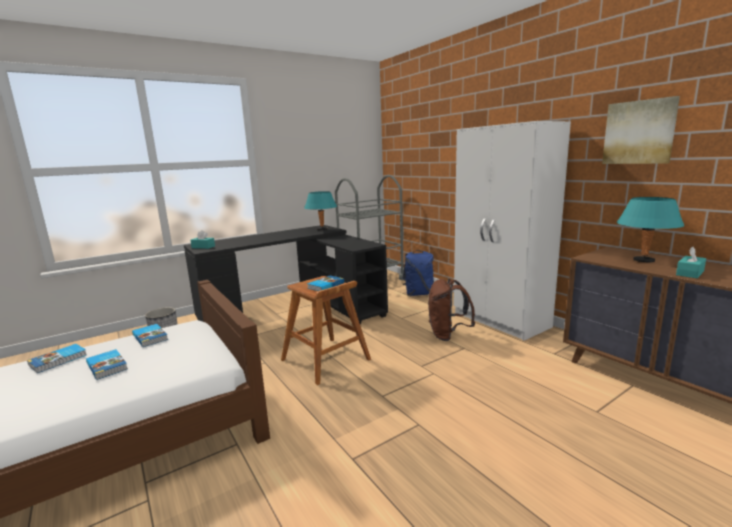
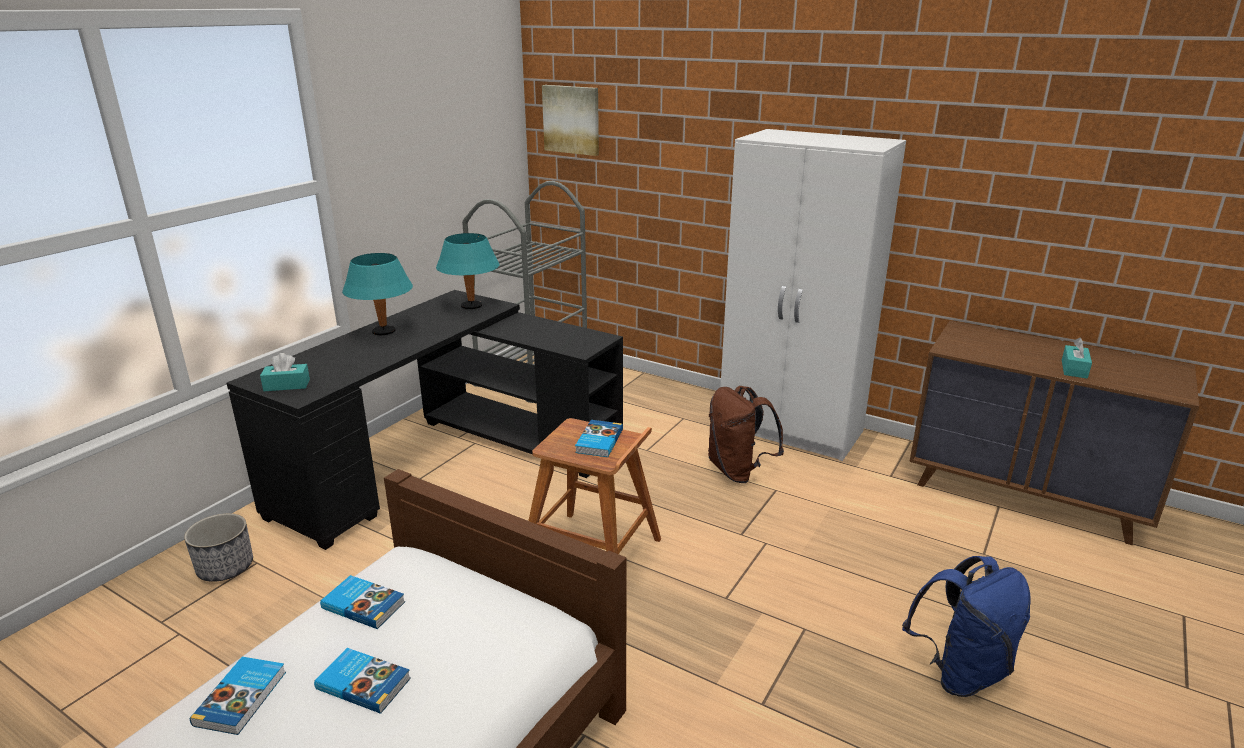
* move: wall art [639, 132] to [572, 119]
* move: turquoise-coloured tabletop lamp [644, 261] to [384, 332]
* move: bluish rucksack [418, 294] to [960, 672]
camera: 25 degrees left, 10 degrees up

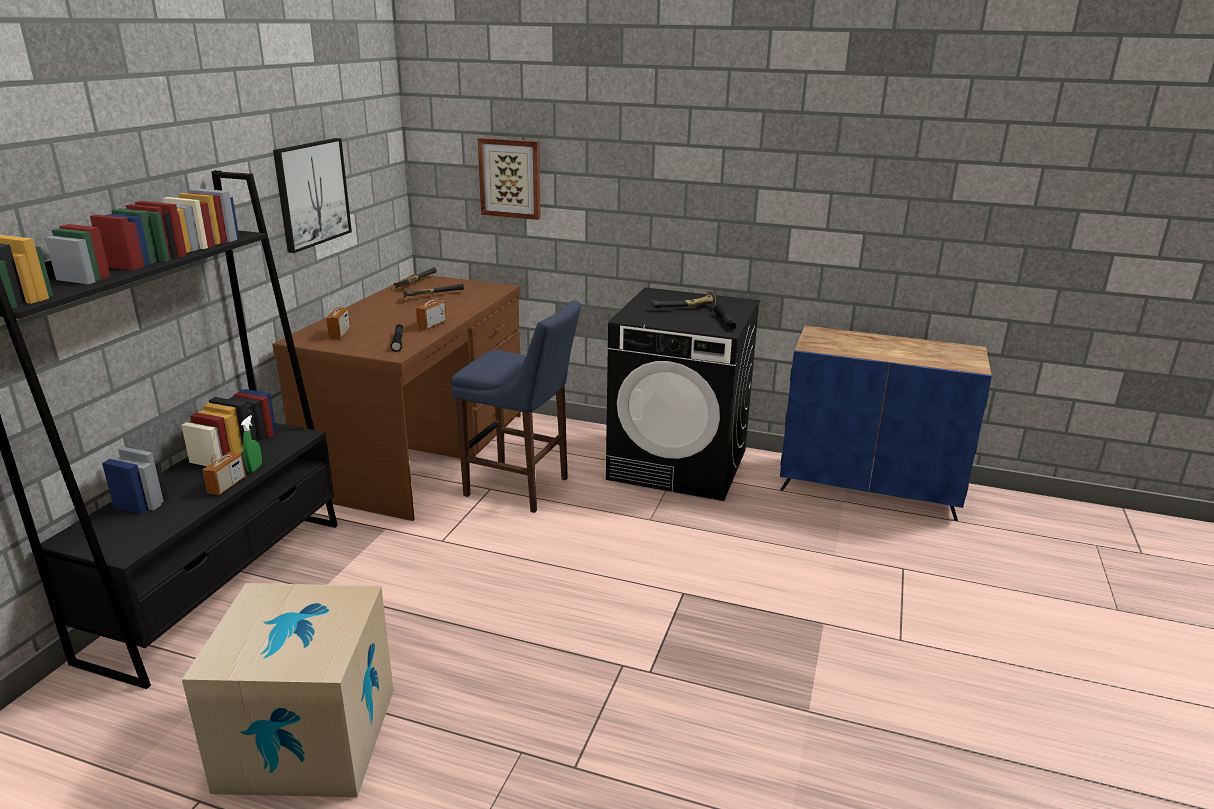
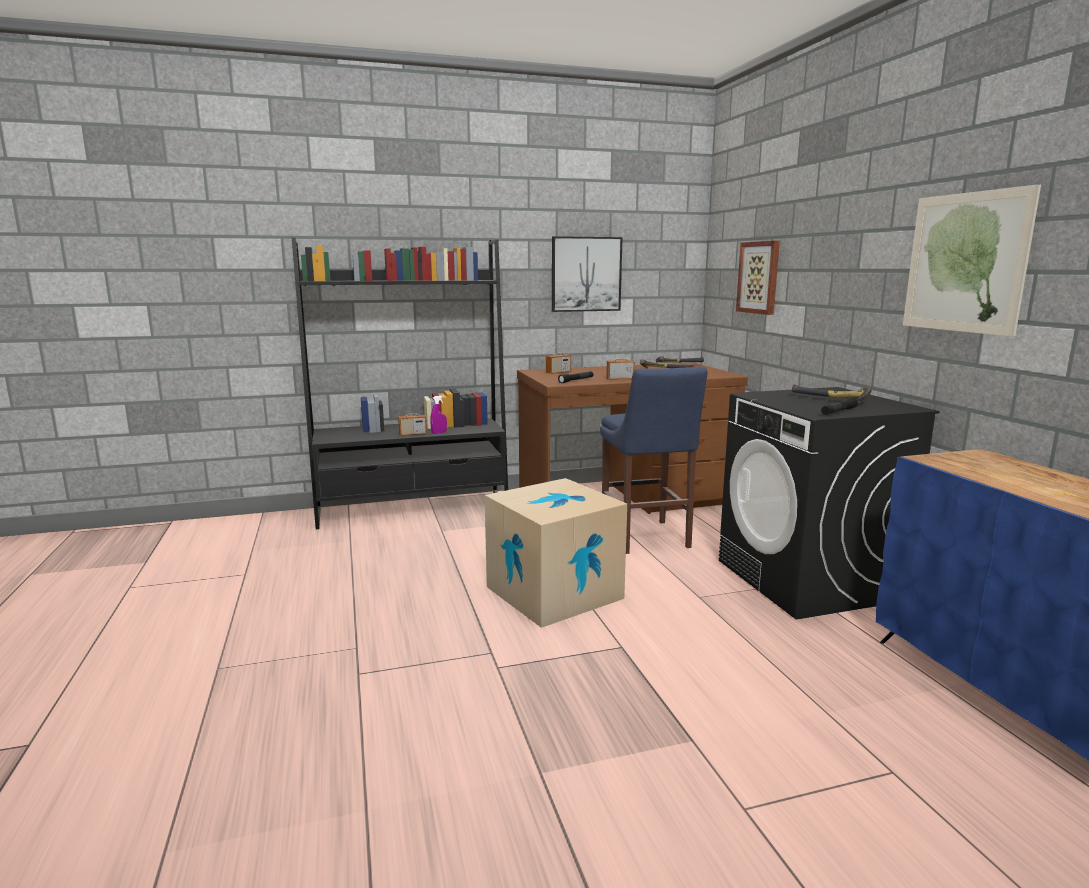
* recolor: green-coloured hand sprayer [254, 468] to purple-coloured hand sprayer [439, 433]
* move: cardboard box [308, 738] to [554, 592]
* insert: wall art [965, 263]
camera: 55 degrees right, 10 degrees down

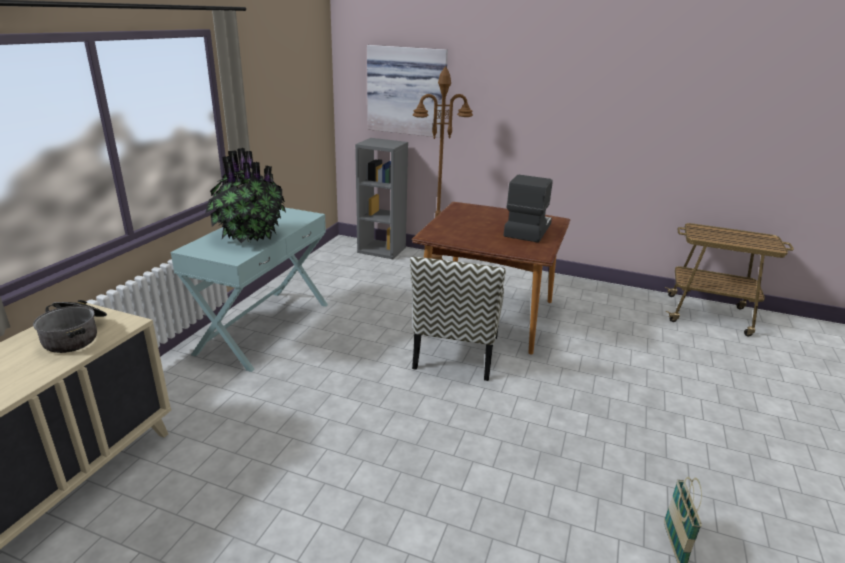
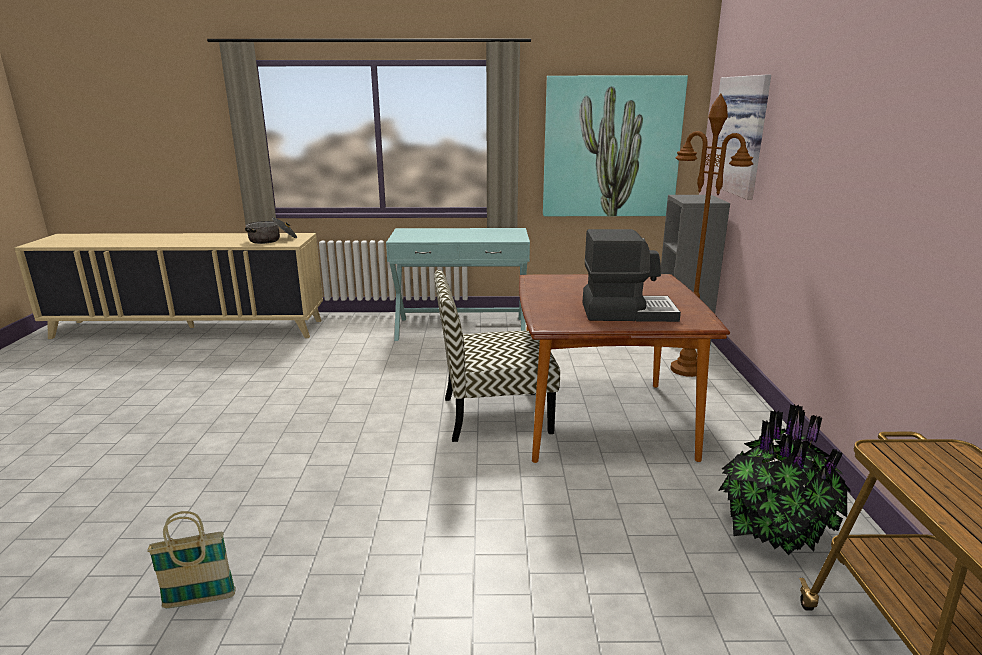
* move: plant in a pot [249, 237] to [773, 529]
* insert: wall art [611, 148]
camera: 70 degrees right, 5 degrees down

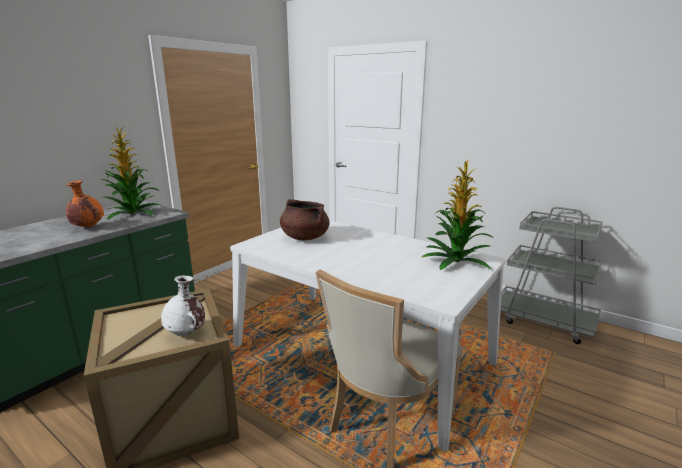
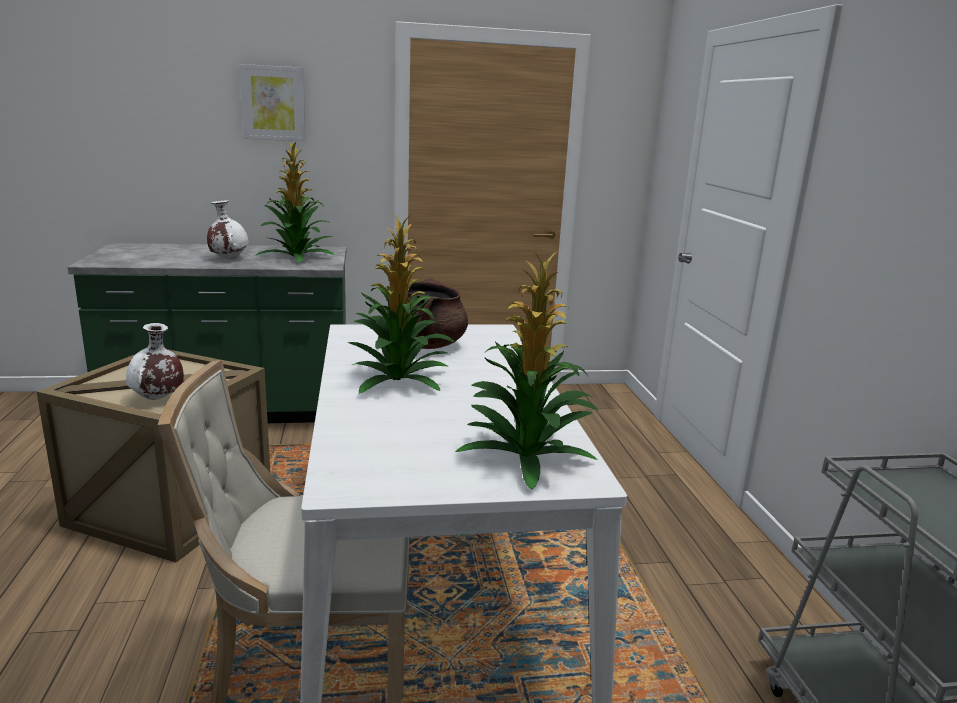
* recolor: orange-coloured flower vase [87, 227] to whitish flower vase [228, 259]
* insert: wall art [273, 103]
* insert: plant in a pot [399, 379]
camera: 45 degrees right, 0 degrees up

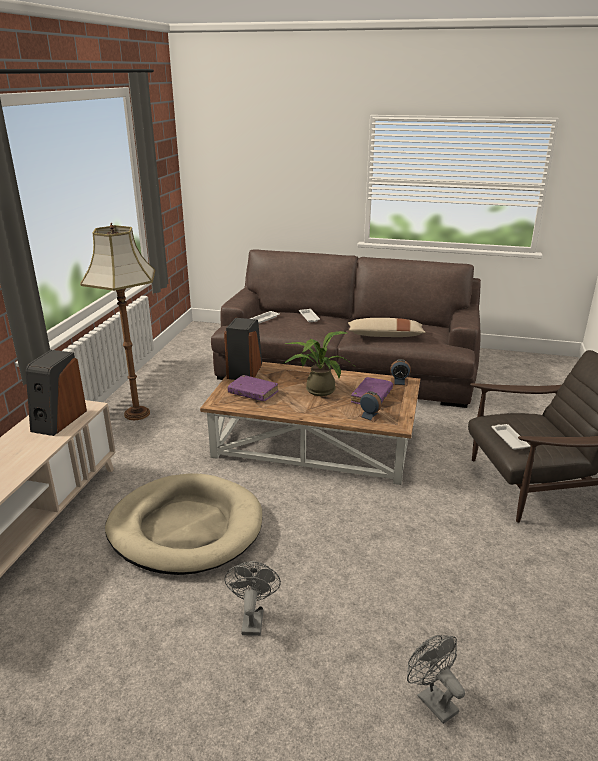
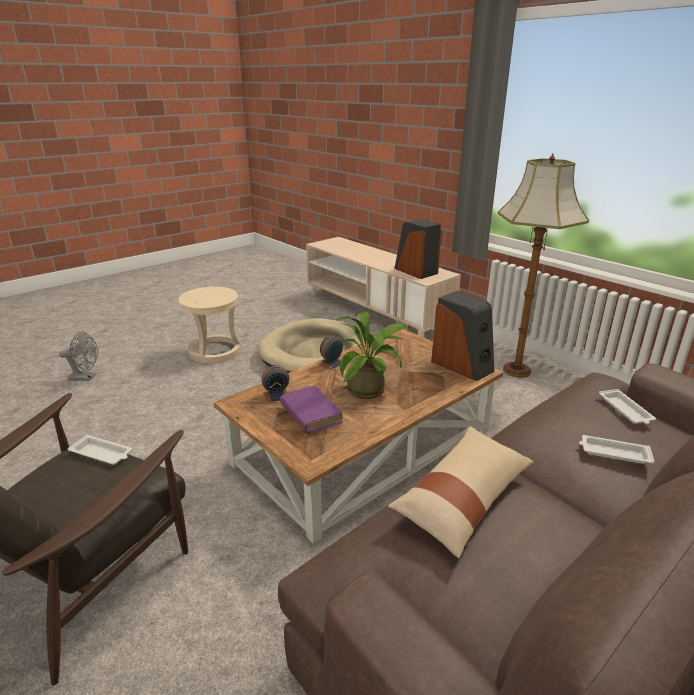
* move: bedside clock [399, 381] to [331, 363]
* delete: purple-coloured volume [253, 393]
* replace: greyish electric fan [252, 618] to sand-coloured stool [215, 351]
camera: 125 degrees right, 0 degrees up

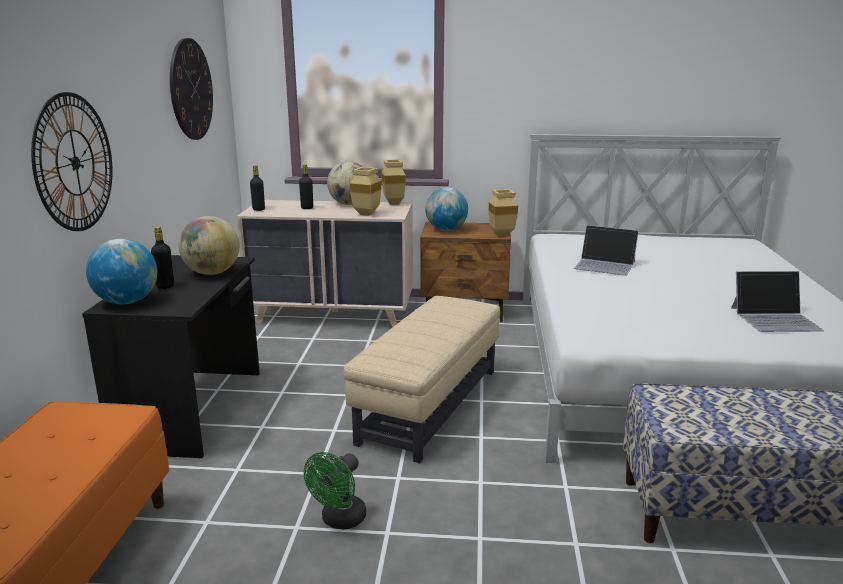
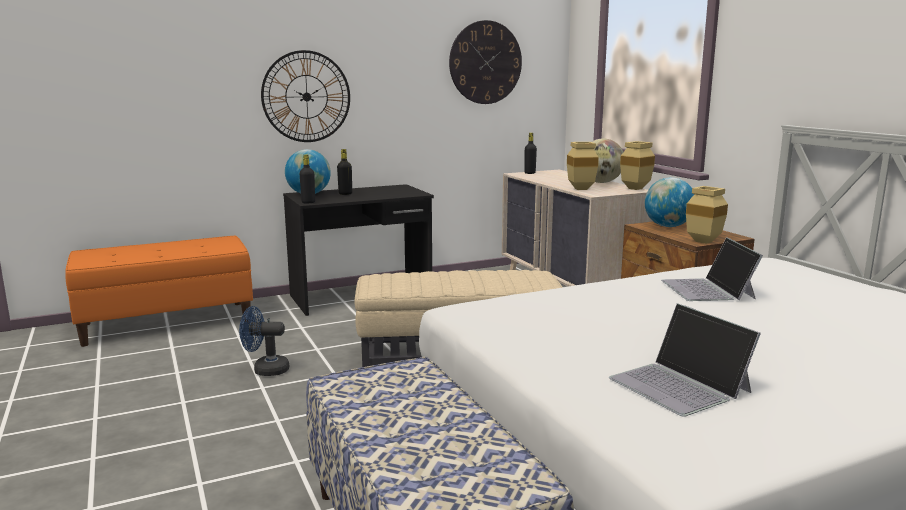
* move: blackish beverage bottle [307, 208] to [308, 202]
* delete: globe [212, 273]
* recolor: green-coloured electric fan [339, 521] to bluish electric fan [265, 370]
camera: 60 degrees right, 5 degrees down

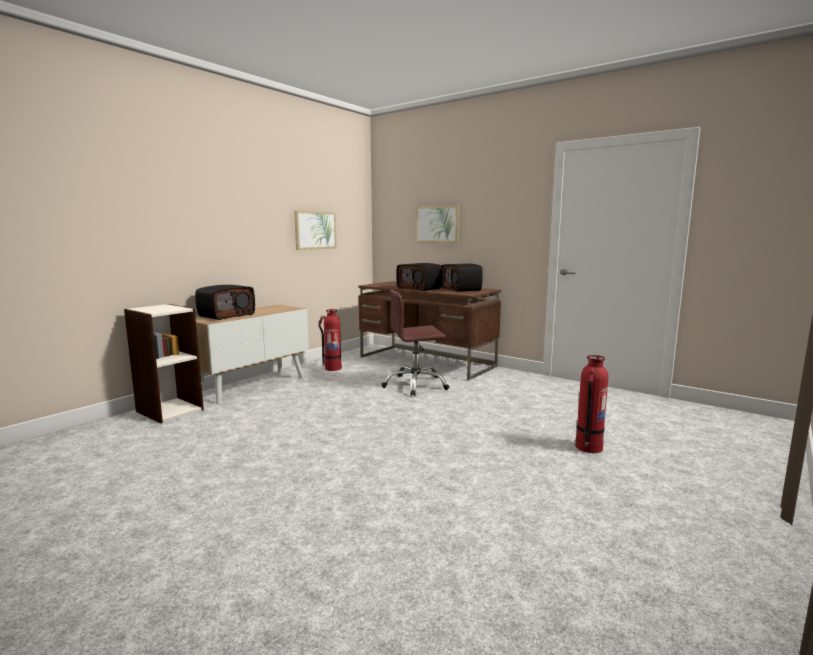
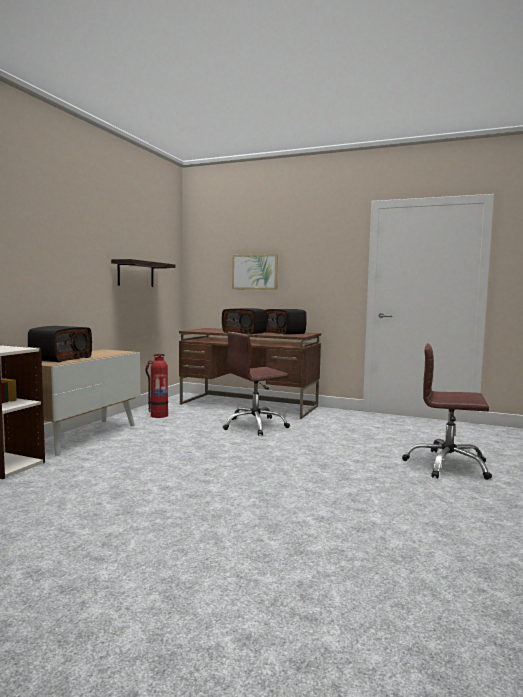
* replace: wall art [315, 230] to bracket shelf [136, 274]
* replace: extinguisher [588, 447] to brown computer chair [447, 465]
camera: 15 degrees left, 5 degrees down

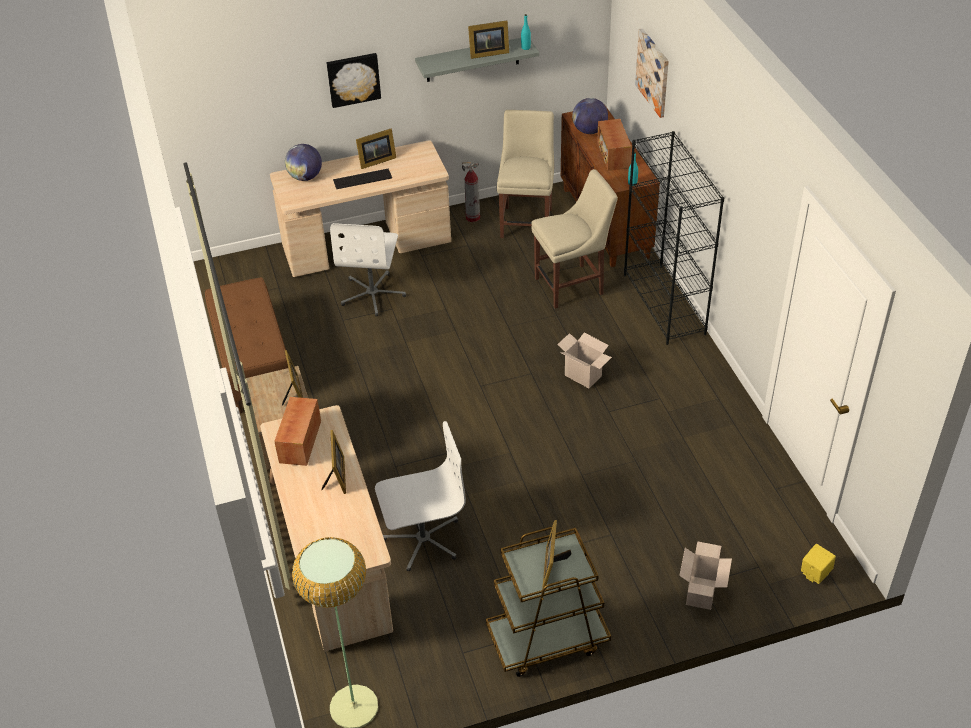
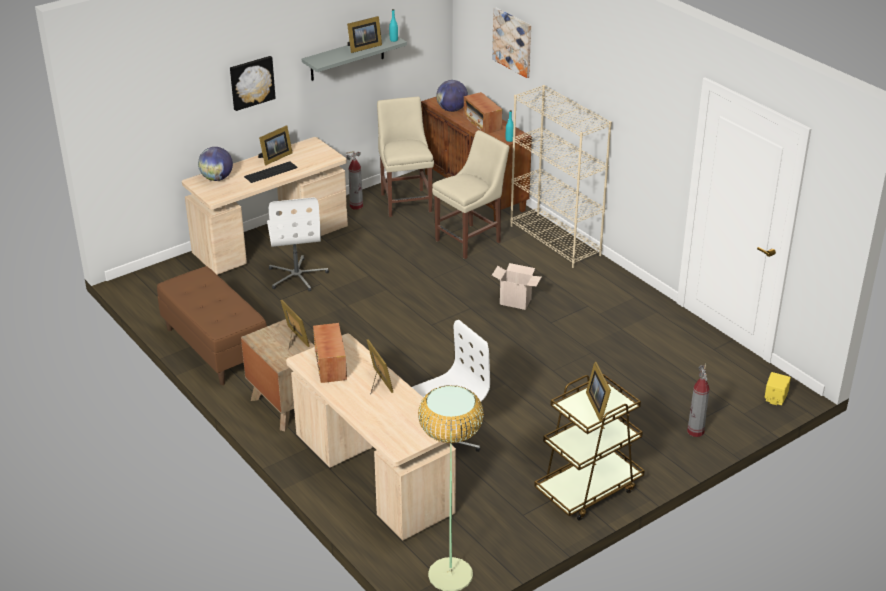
* recolor: blackish bookcase [664, 304] to sand-coloured bookcase [555, 240]
* replace: cardboard box [701, 594] to extinguisher [695, 431]
camera: 20 degrees left, 10 degrees down

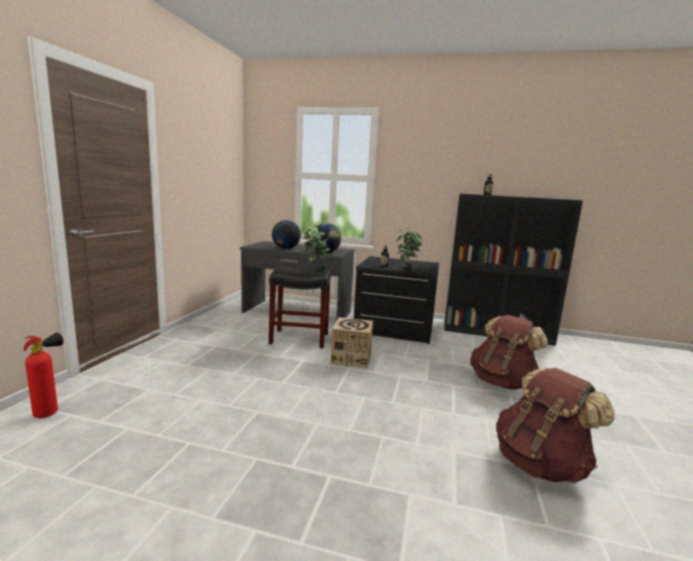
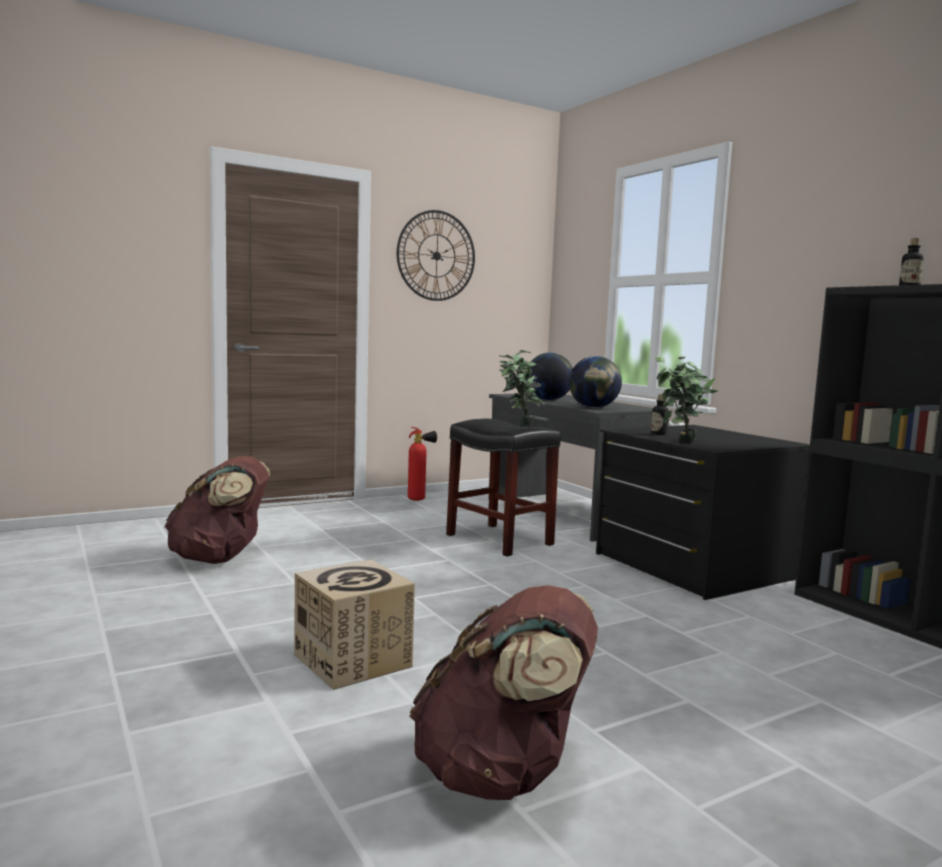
* move: brown rucksack [502, 382] to [220, 558]
* move: cardboard box [351, 358] to [352, 660]
* move: extinguisher [50, 412] to [420, 499]
* insert: clock on the wall [436, 256]
camera: 45 degrees right, 5 degrees down

